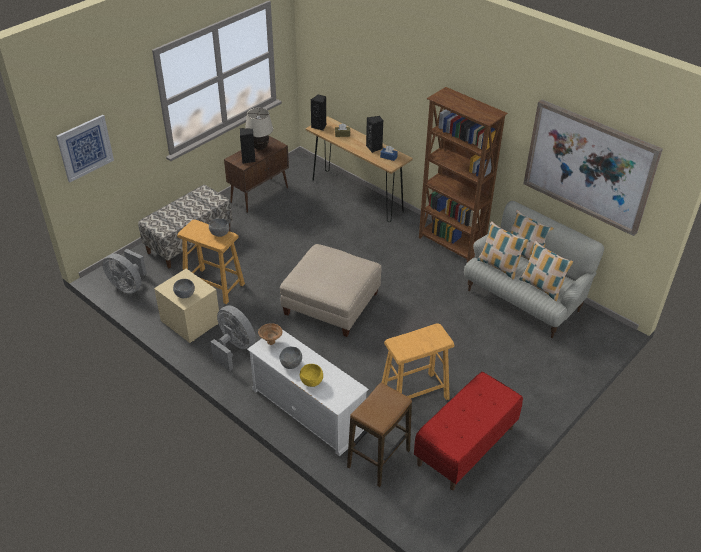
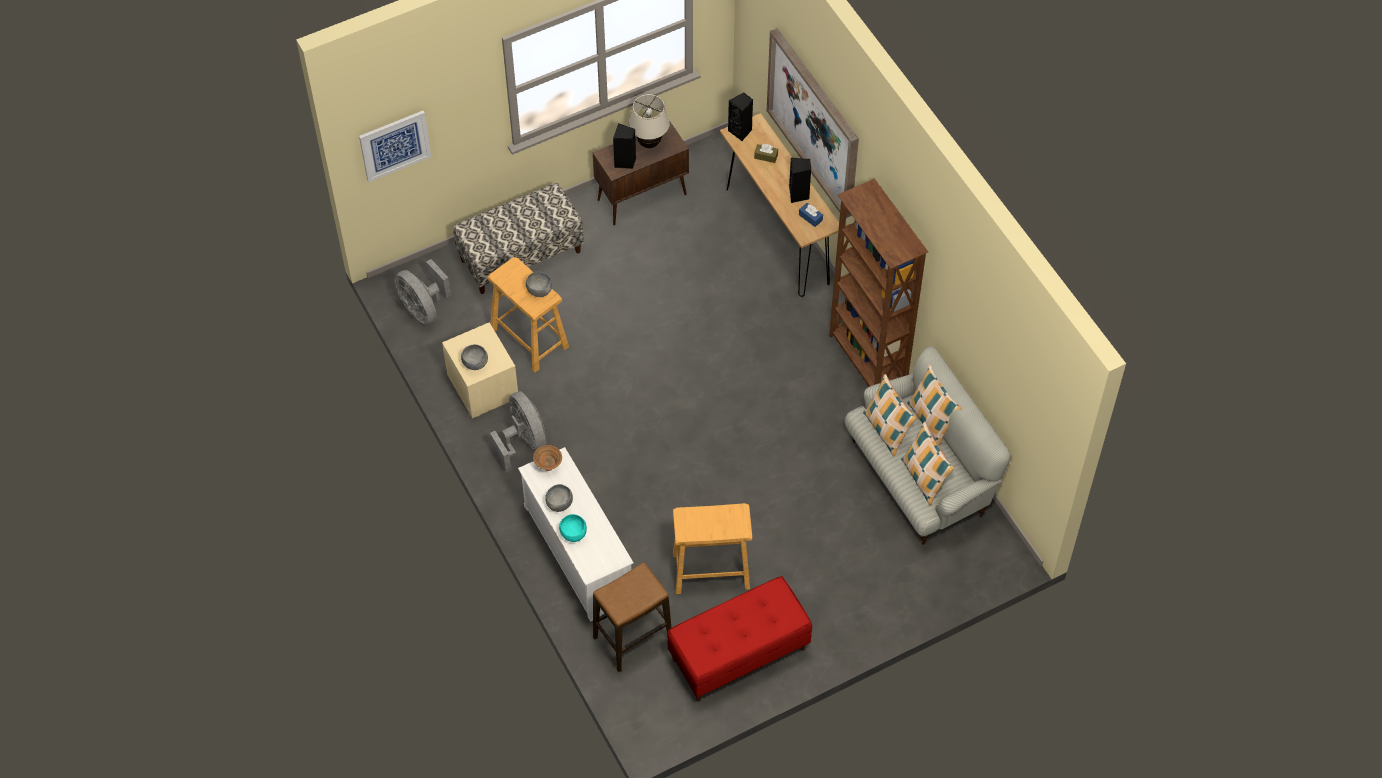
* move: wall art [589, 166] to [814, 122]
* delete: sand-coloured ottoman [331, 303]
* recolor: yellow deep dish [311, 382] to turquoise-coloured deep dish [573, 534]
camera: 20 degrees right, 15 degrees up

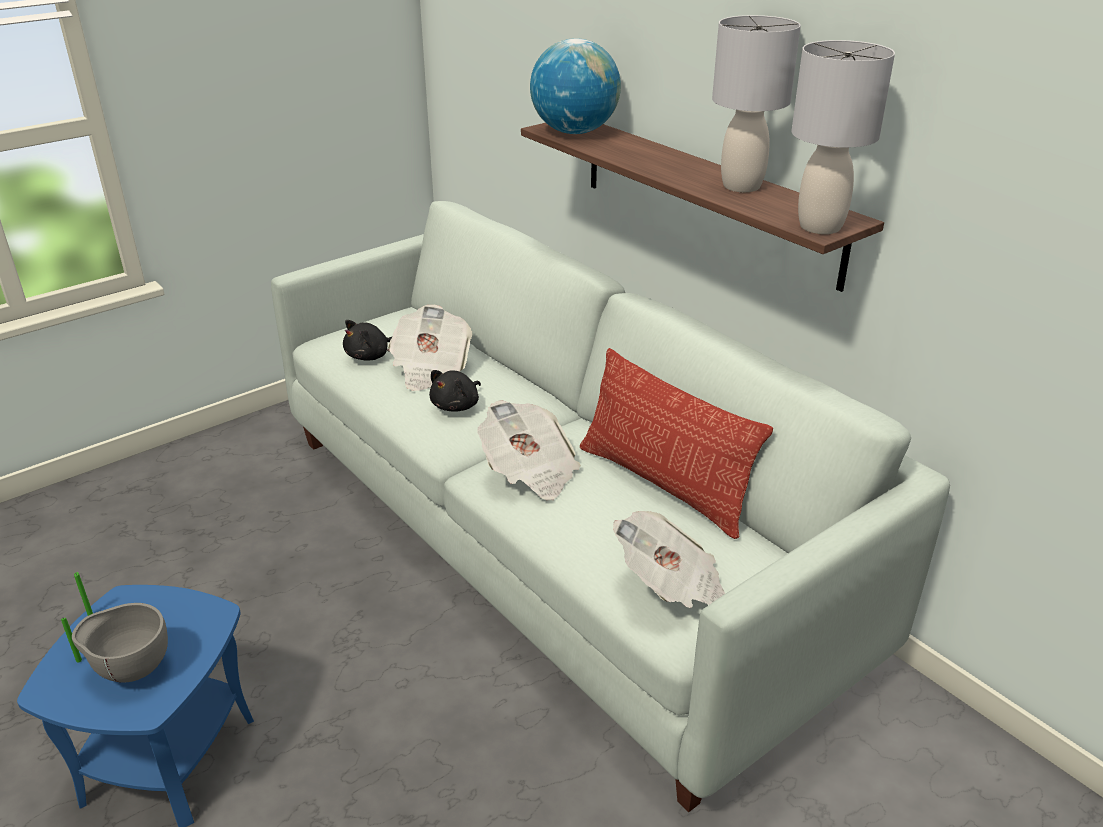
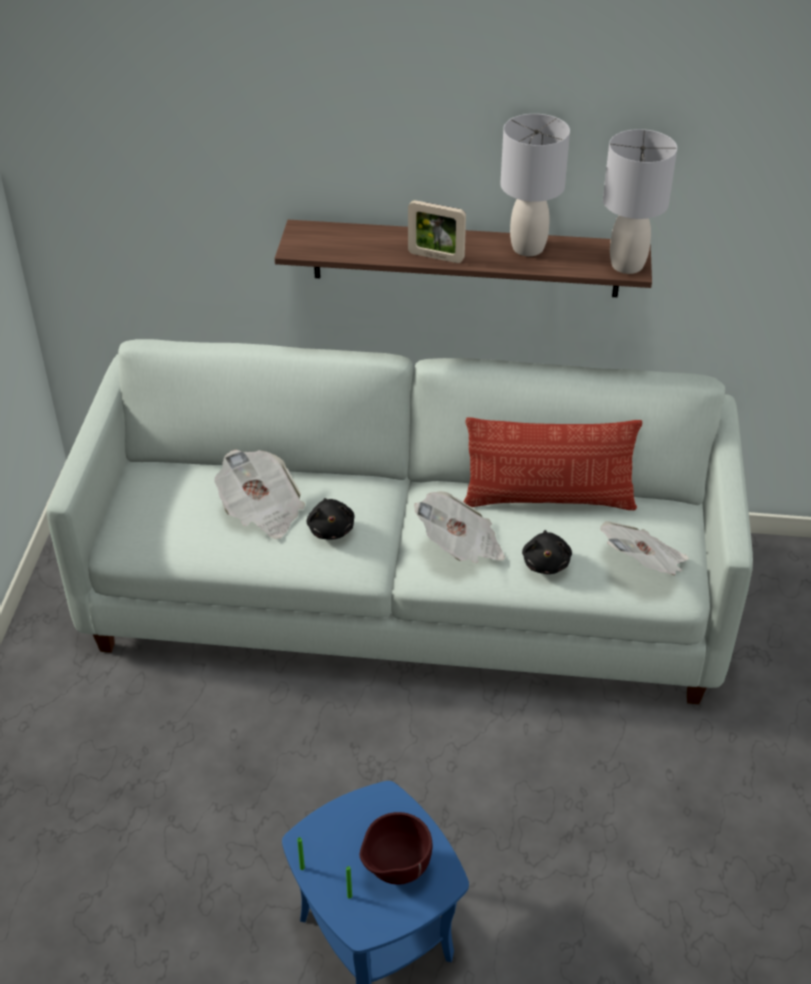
* delete: globe [574, 132]
* move: blackish cuddly toy [370, 356] to [546, 563]
* recolor: greyish deep dish [131, 670] to brown deep dish [395, 871]
* insert: standing frame [436, 257]
camera: 45 degrees left, 10 degrees up

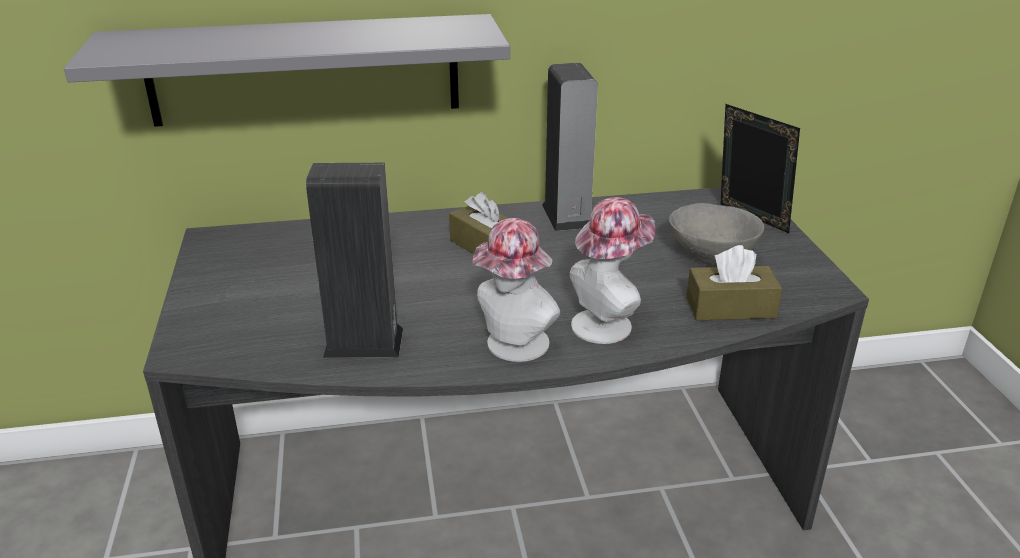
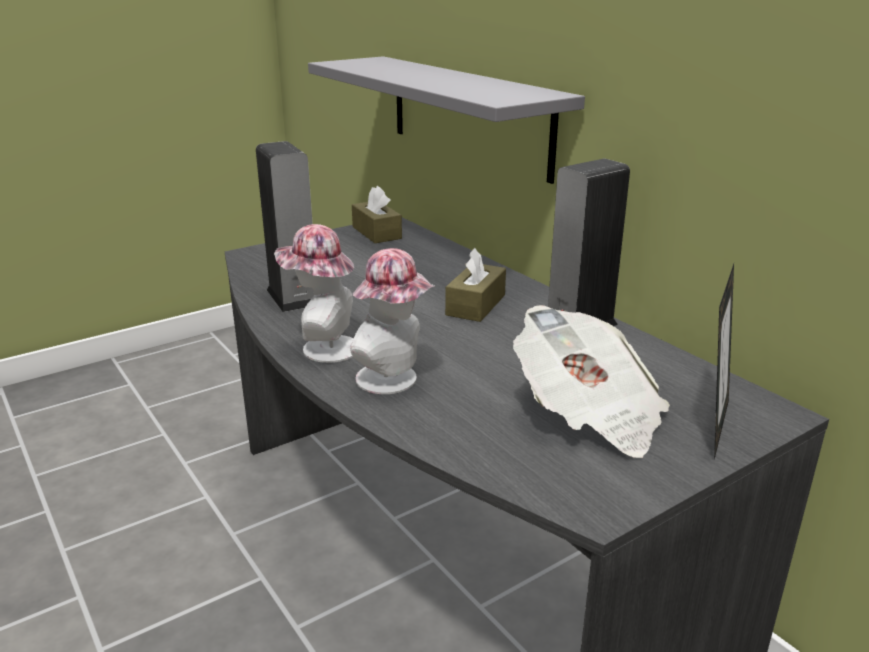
* replace: greyish deep dish [713, 255] to newspaper [589, 415]
* move: brown tissue box [730, 307] to [376, 233]
camera: 65 degrees right, 5 degrees down

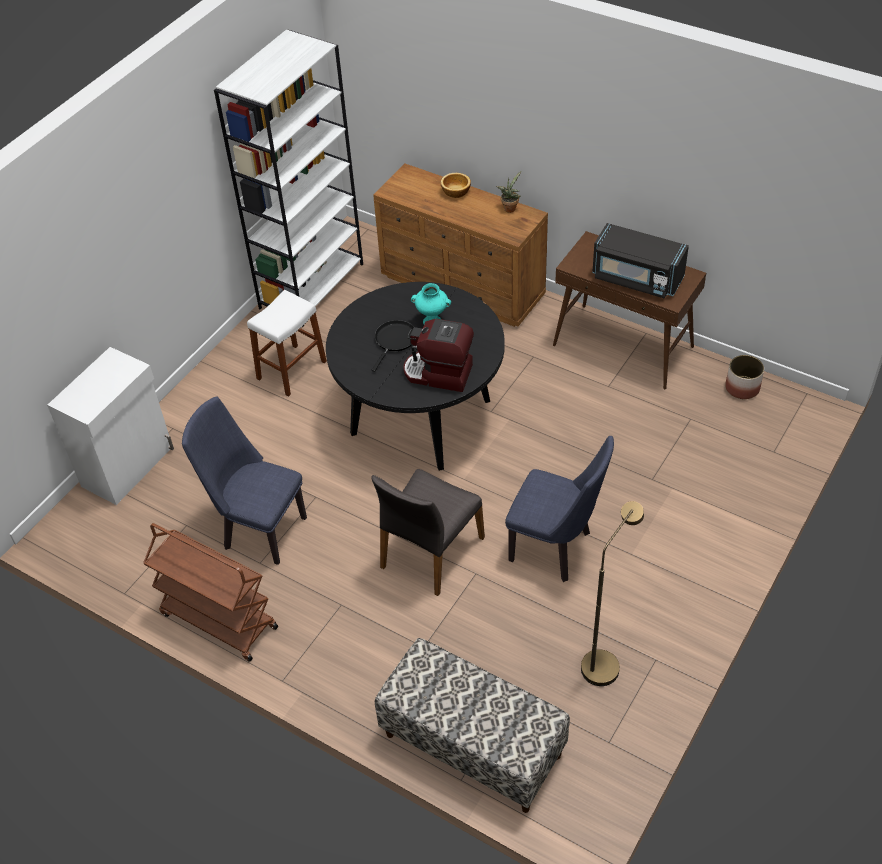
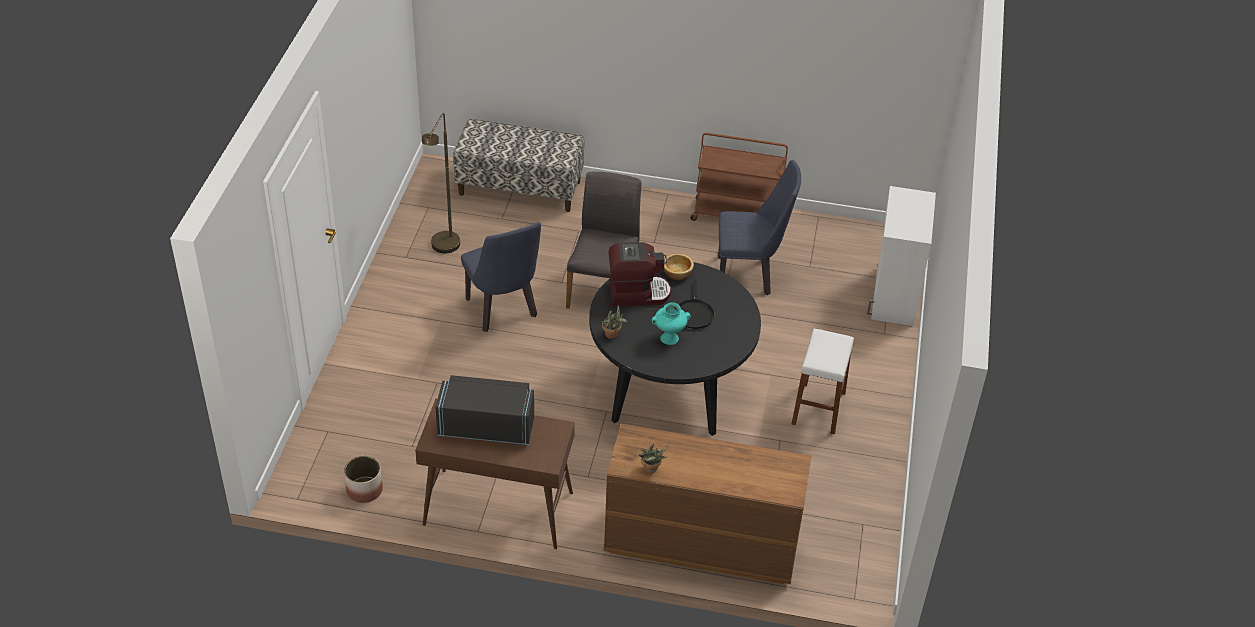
* delete: whitish bookcase [311, 285]
* move: deep dish [455, 192] to [678, 273]
* rotate: bluish plain chair [556, 549] = [503, 311] 120 degrees counterclockwise
* insert: plant in a pot [613, 335]
camera: 155 degrees right, 5 degrees down

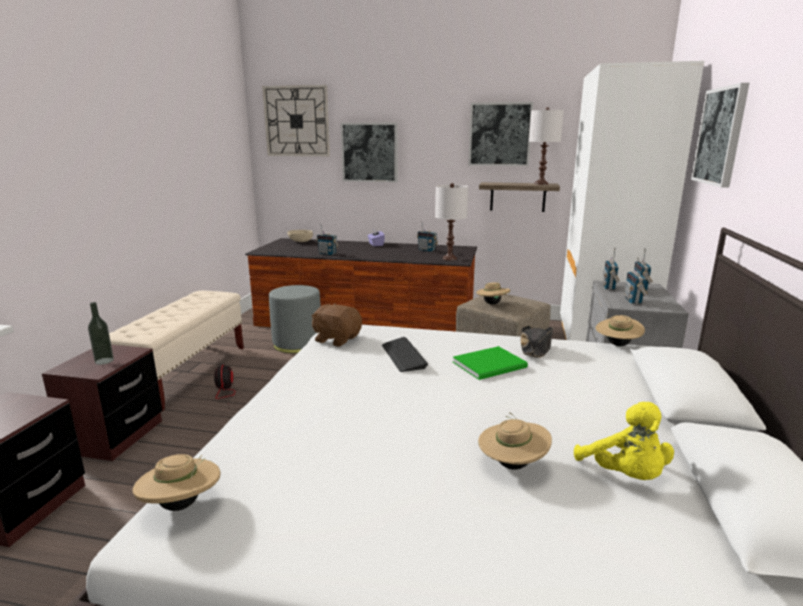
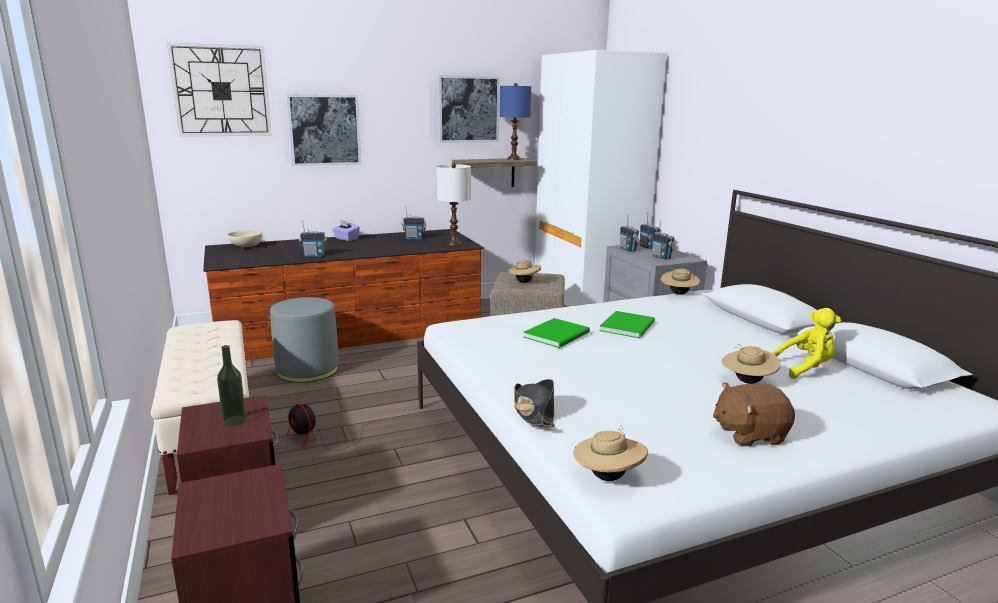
* delete: wall art [720, 136]
* recolor: whitish tabletop lamp [541, 184] to bluish tabletop lamp [514, 159]
* move: brown cuddly toy [337, 339] to [749, 434]
* move: blackish wearable hat [535, 348] to [533, 411]
* replace: PC keyboard [403, 356] to green-coloured volume [559, 334]
* rotate: yellow cuddly toy [625, 476] = [805, 368] 45 degrees counterclockwise
camera: 35 degrees left, 0 degrees up

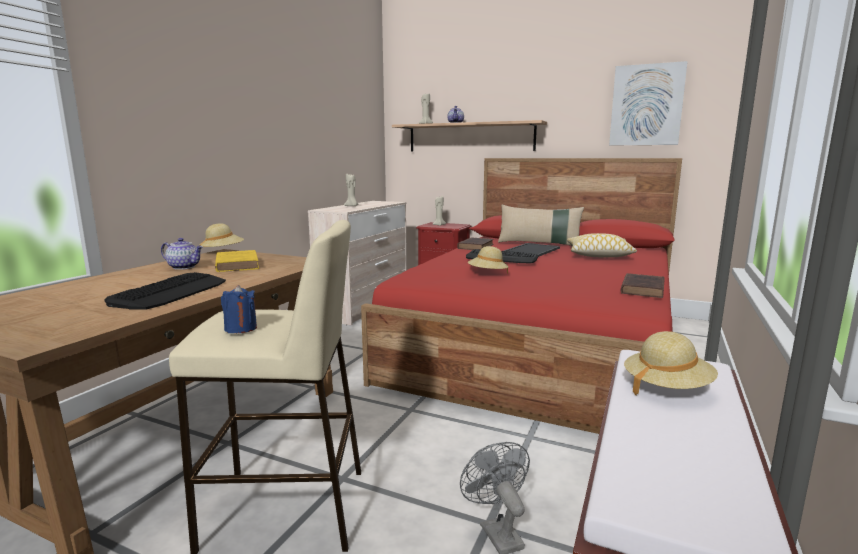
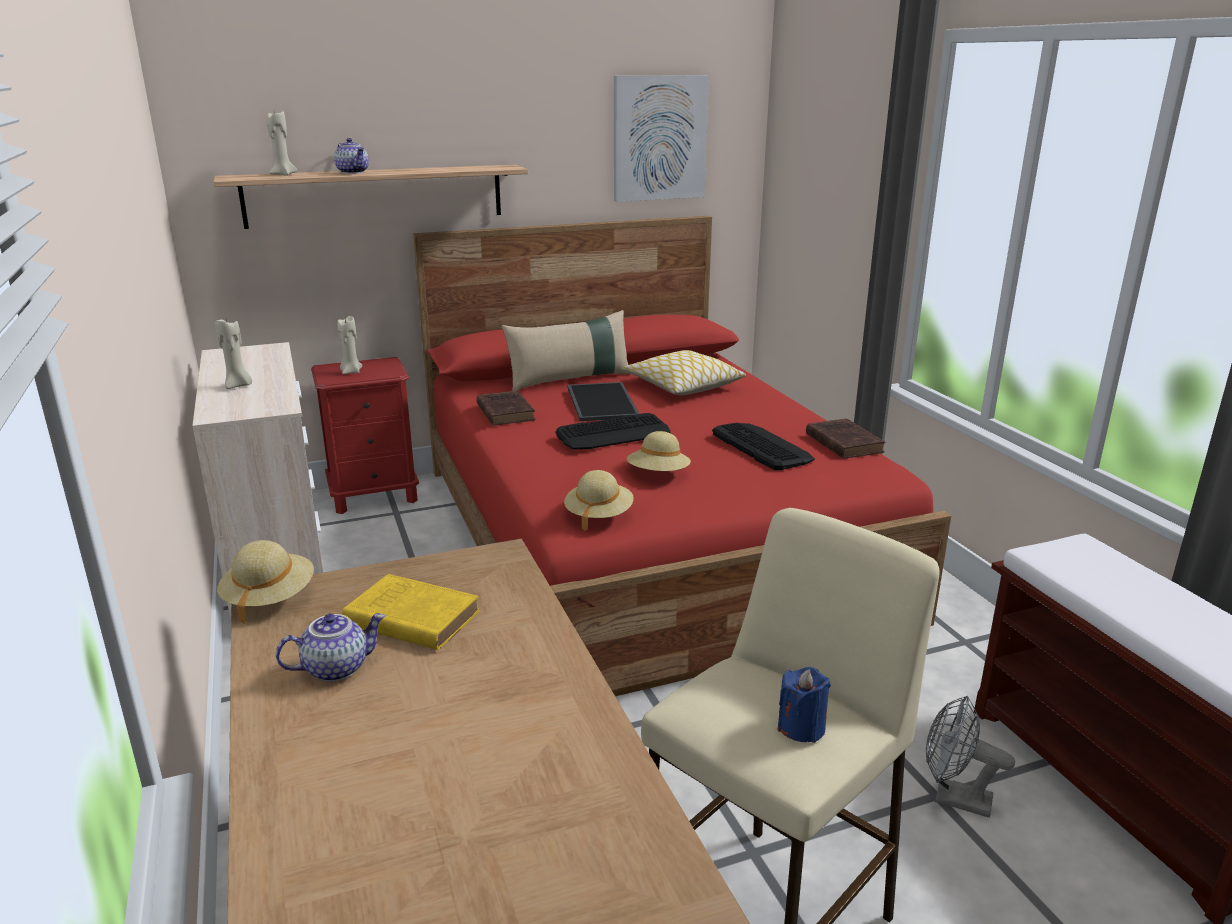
* move: PC keyboard [171, 292] to [761, 446]
* move: sand-coloured wearable hat [666, 387] to [598, 515]
camera: 45 degrees left, 10 degrees up

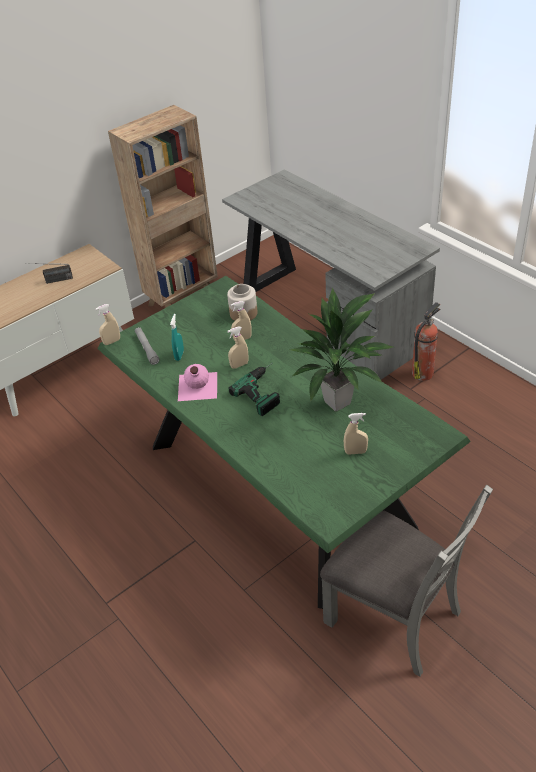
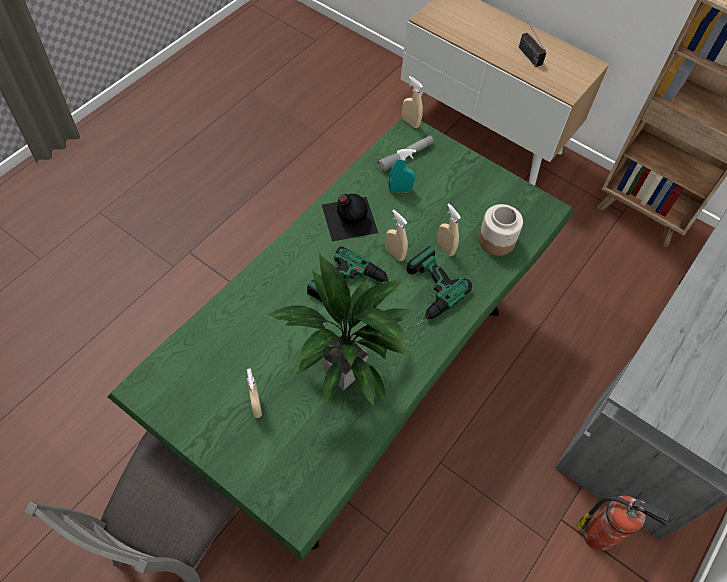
* recolor: pink beverage bottle [197, 386] to blackish beverage bottle [348, 218]
* insert: power drill [425, 292]
camera: 70 degrees right, 15 degrees up

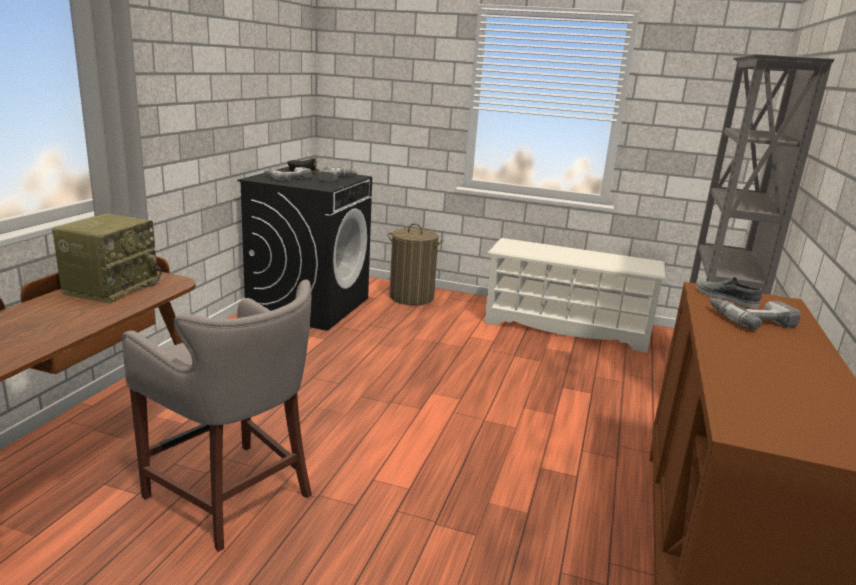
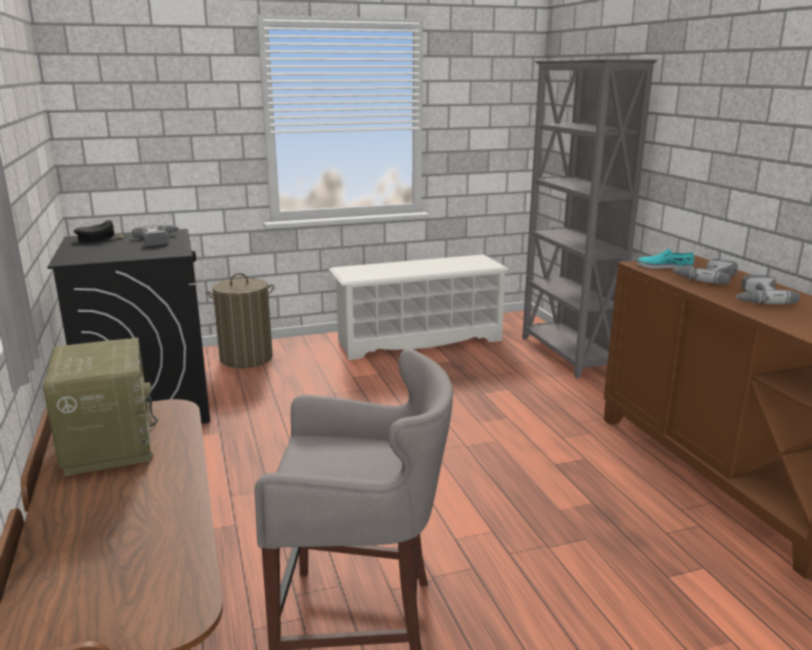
* move: power drill [287, 178] to [756, 298]
* recolor: greyish shoe [726, 298] to turquoise-coloured shoe [664, 267]
camera: 35 degrees left, 0 degrees up

